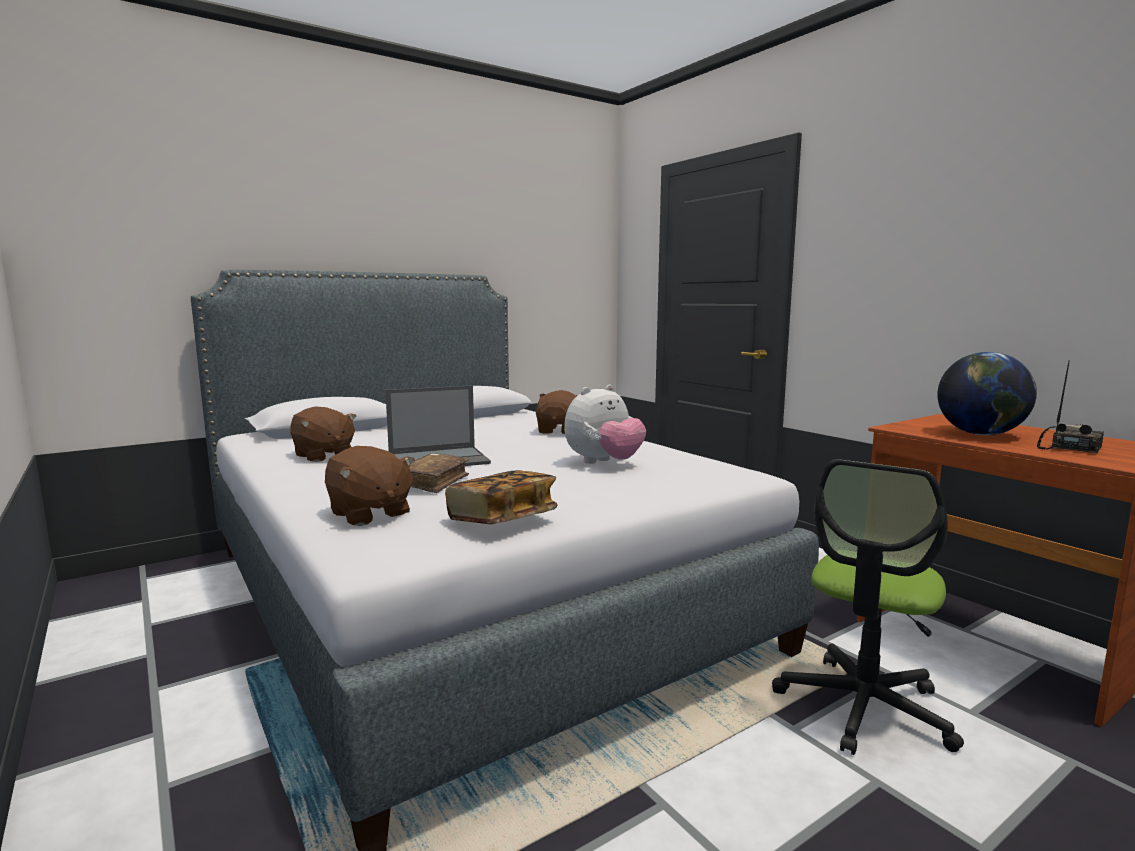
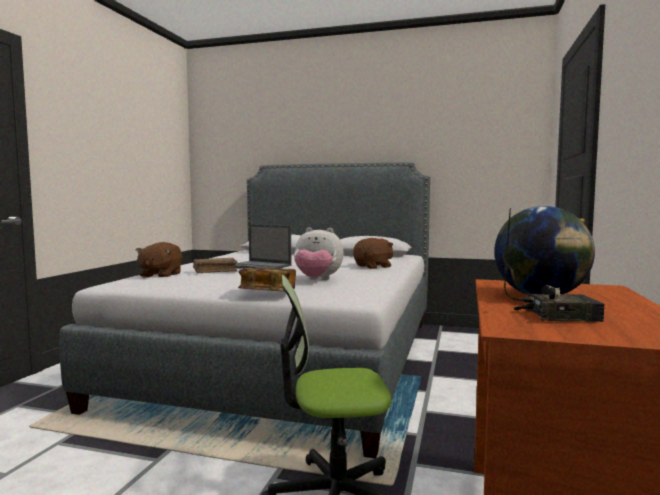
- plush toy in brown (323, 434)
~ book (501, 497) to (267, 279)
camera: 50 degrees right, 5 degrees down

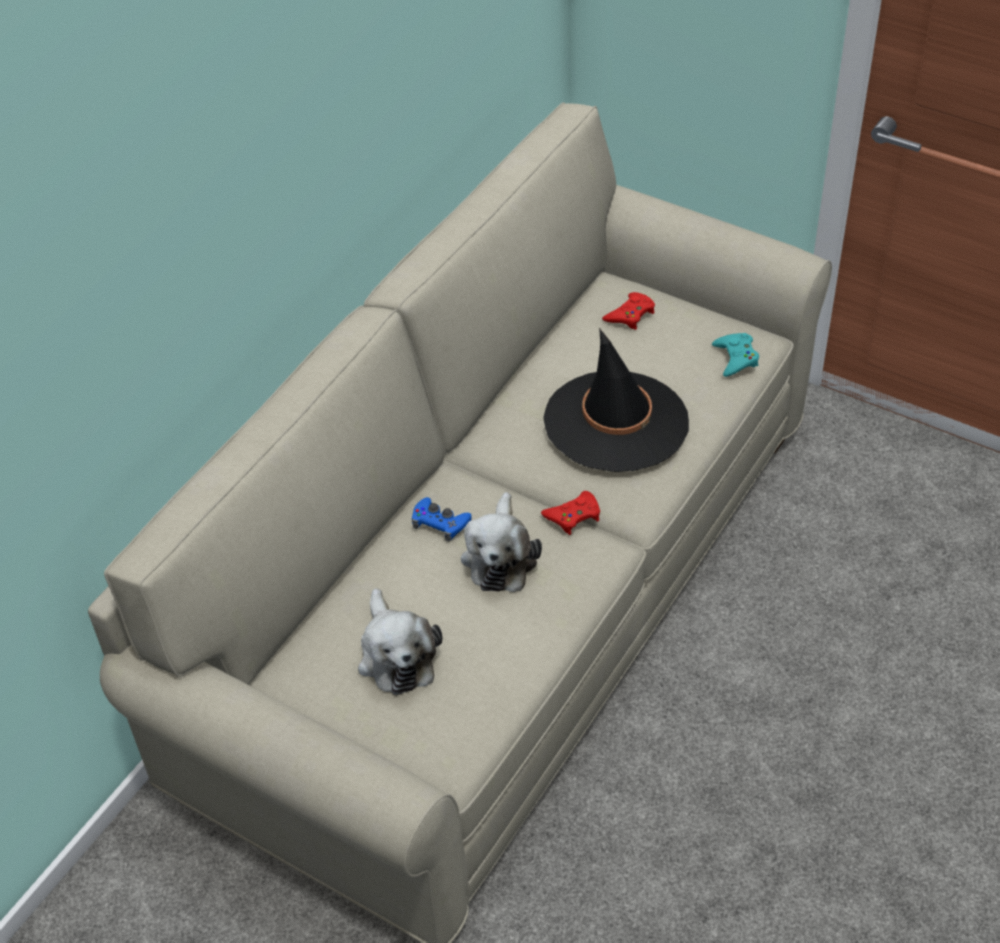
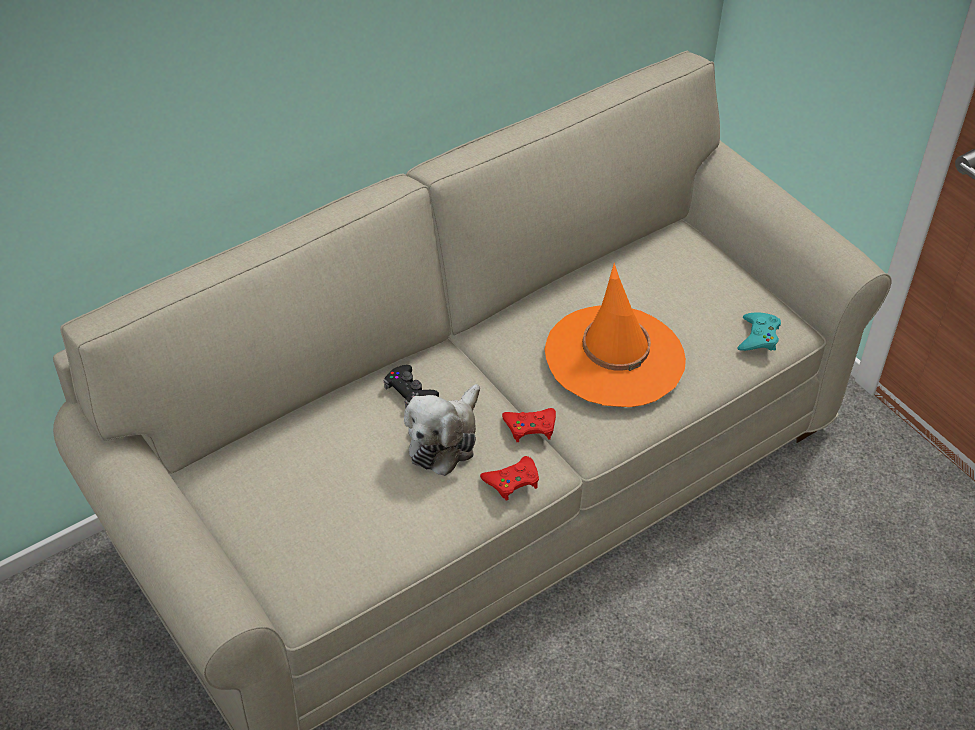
- plush toy (400, 641)
~ game controller in red (628, 311) to (509, 478)
~ game controller in blue (442, 519) to game controller in black (411, 386)
~ hat in black (616, 400) to hat in orange (615, 335)
camera: 20 degrees right, 0 degrees up

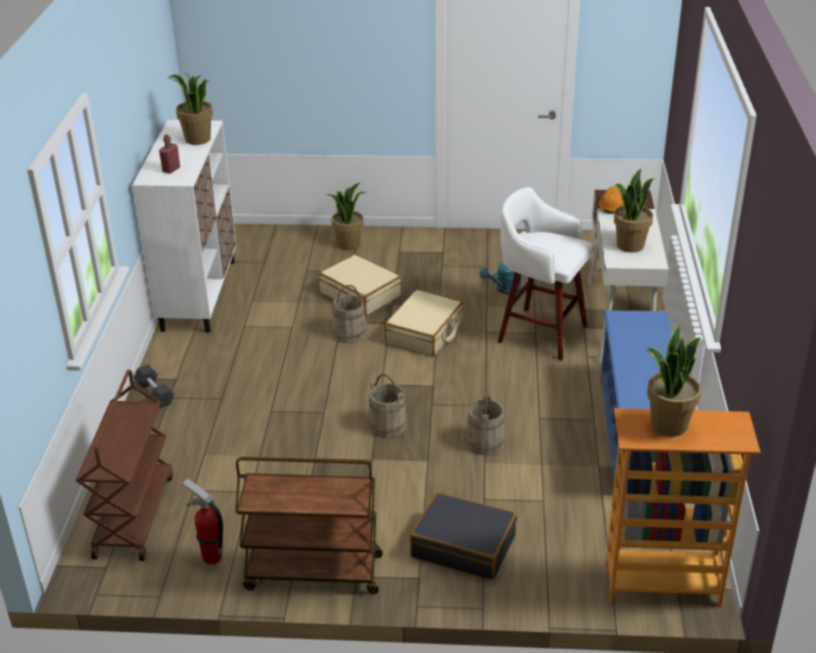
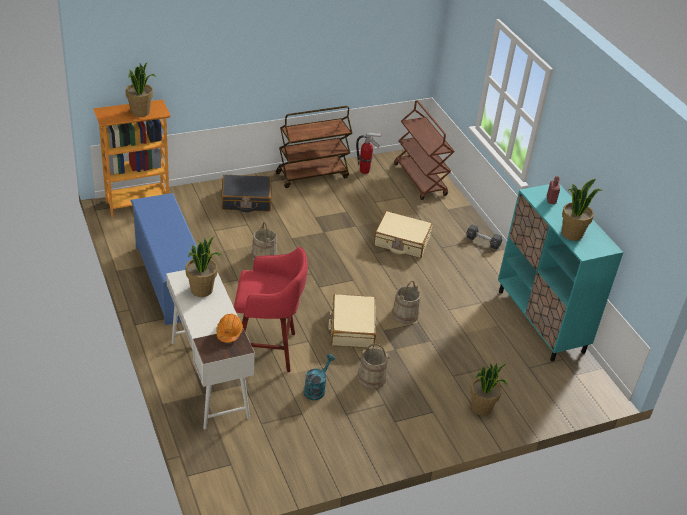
~ suitcase in beige (360, 285) to (403, 234)
~ bucket in beige (387, 406) to (374, 366)
~ cabinet in white (184, 226) to cabinet in turquoise (561, 273)
~ stool in white (546, 274) to stool in red (271, 309)
camera: 150 degrees right, 5 degrees up

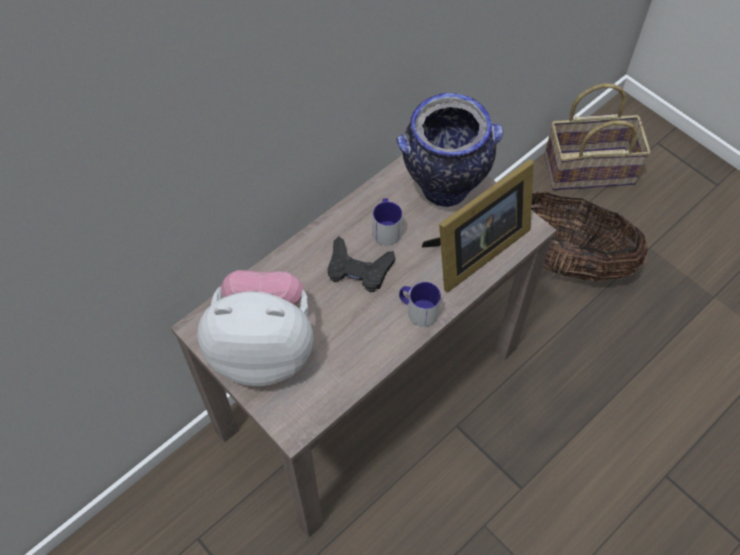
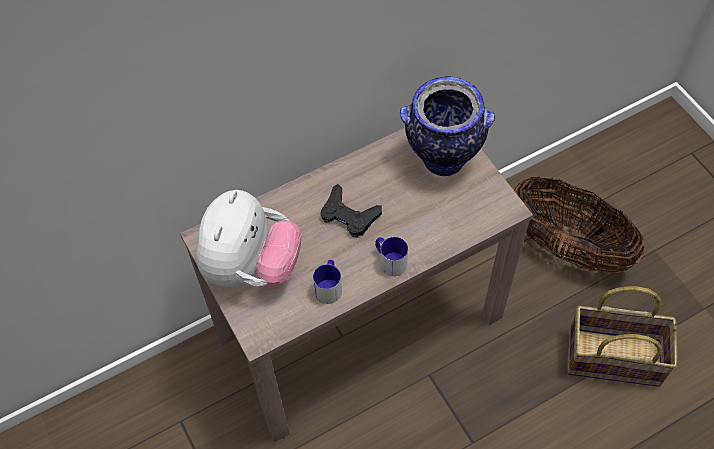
- picture frame (477, 225)
~ mug (388, 222) to (327, 282)
~ basket (597, 136) to (622, 336)
~ plush toy (255, 328) = (249, 238) 90 degrees clockwise
camera: 15 degrees right, 0 degrees up

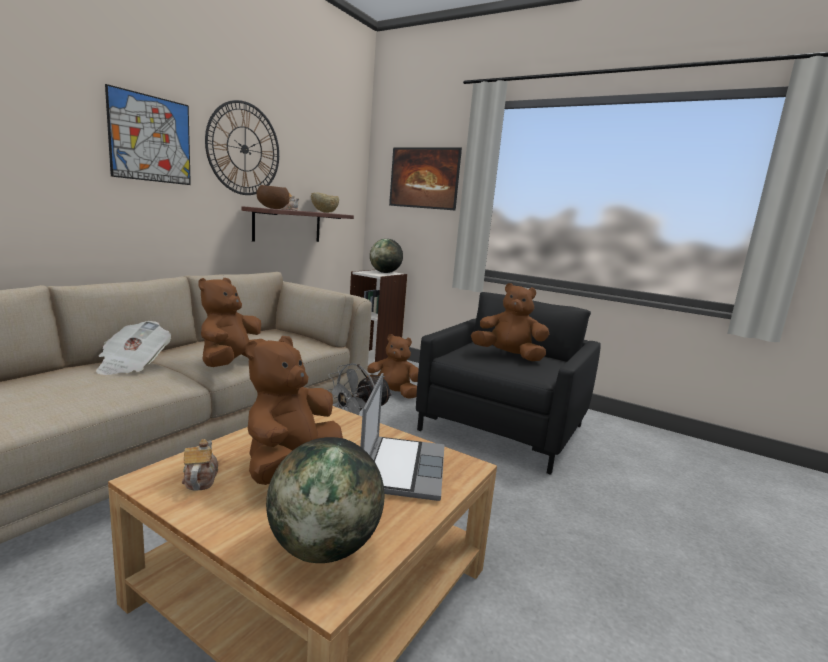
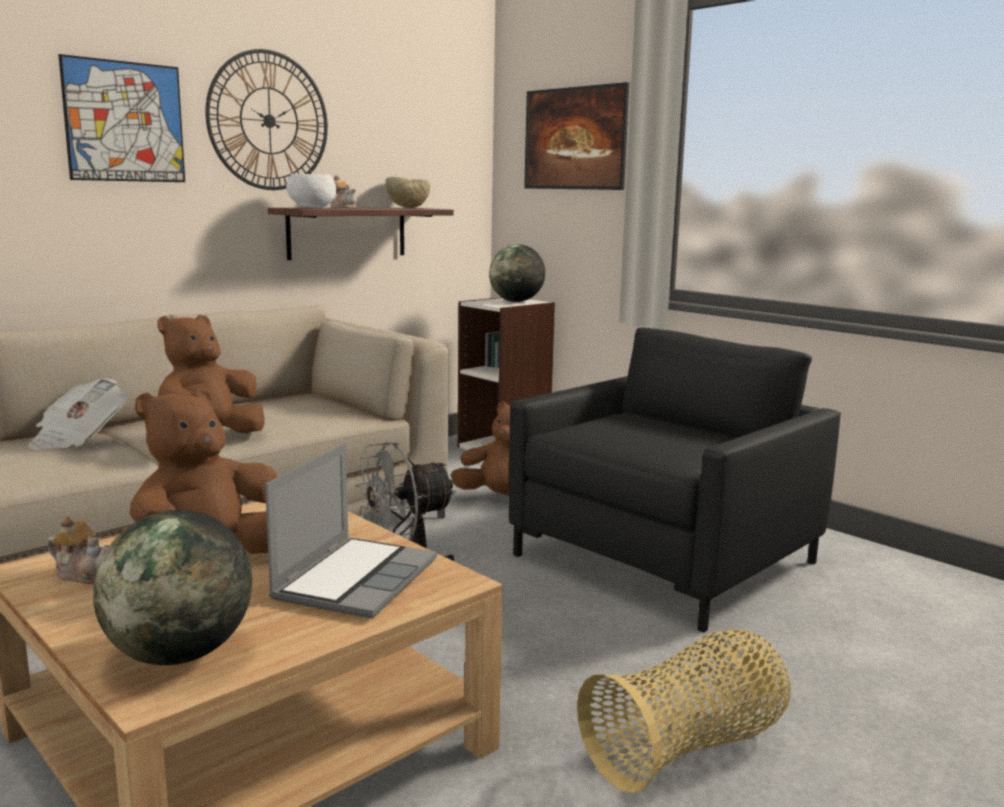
- plush toy in brown (510, 322)
+ basket (684, 711)
~ bowl in brown (273, 197) to bowl in white (311, 190)
~ teapot (200, 465) = (78, 550) 105 degrees clockwise
camera: 15 degrees right, 0 degrees up

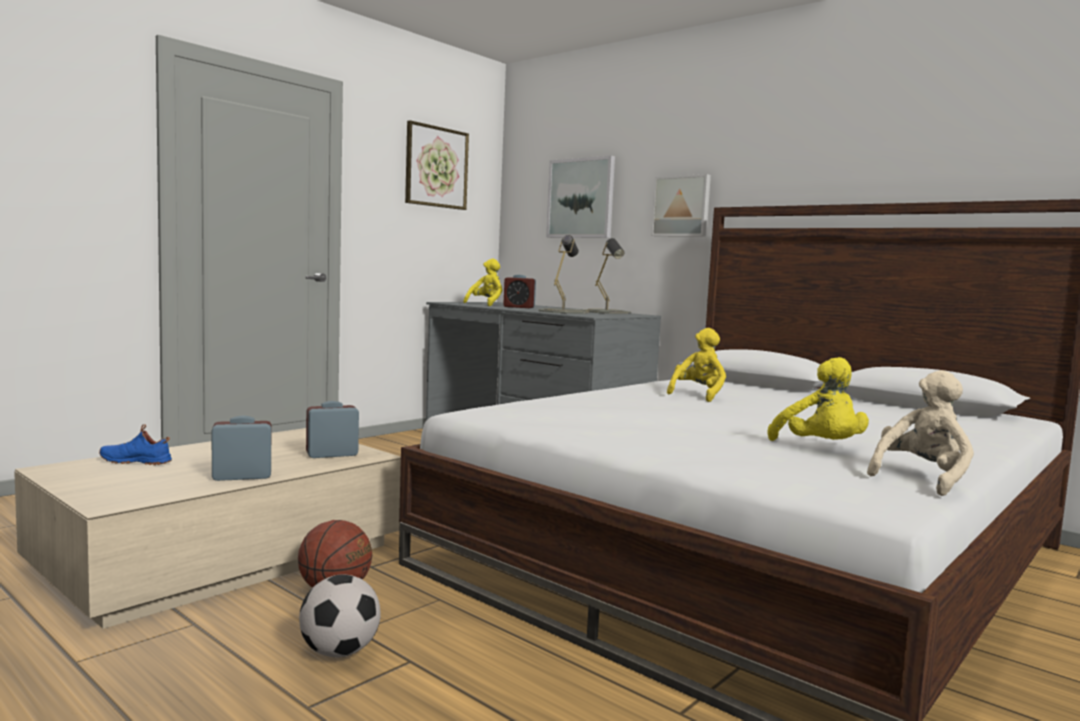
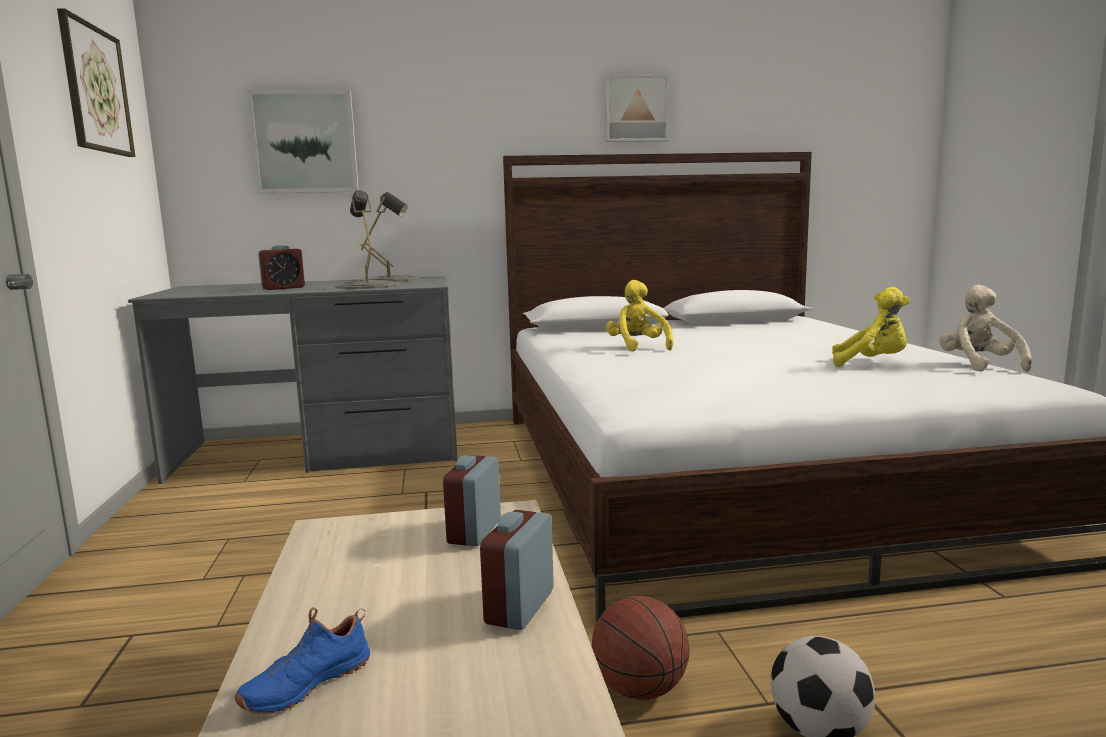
- plush toy in yellow (482, 282)
~ picture (681, 205) to (637, 108)
camera: 50 degrees left, 5 degrees up

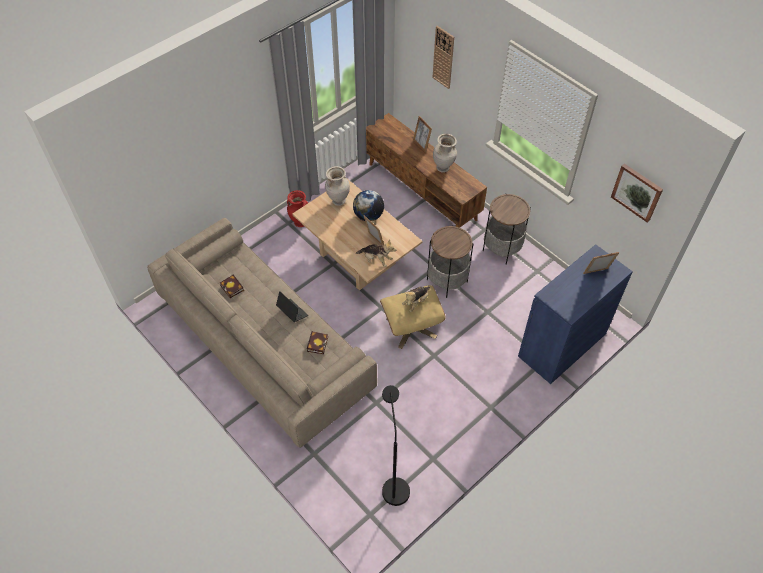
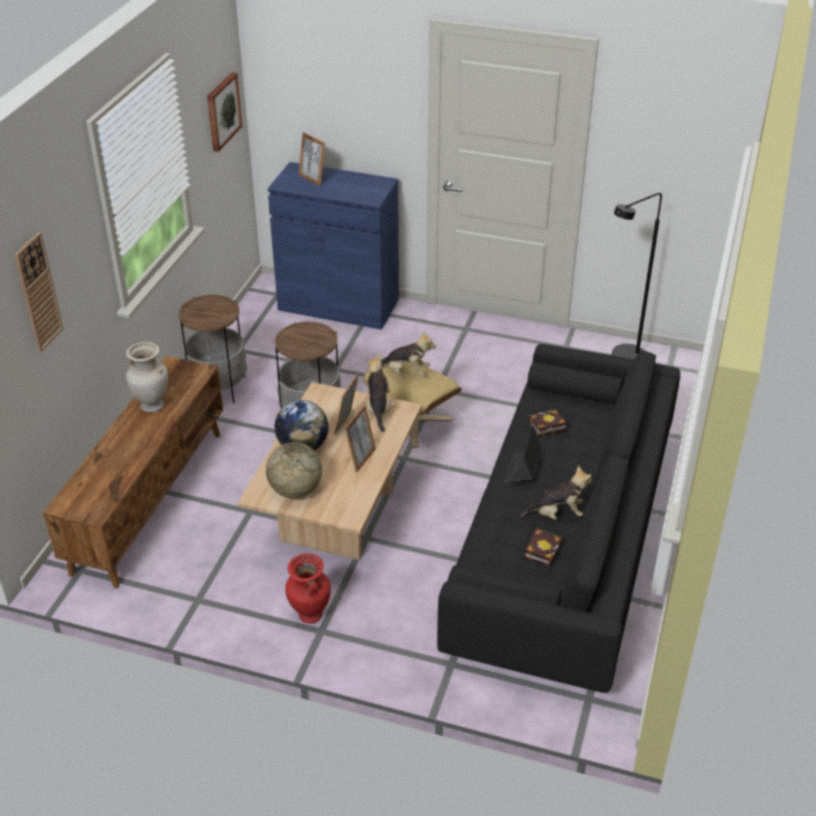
+ plush toy (555, 492)
~ picture frame (422, 134) to (360, 438)
~ vase in beige (337, 186) to globe (294, 470)
~ sofa in beige (262, 333) to sofa in black (558, 518)
camera: 120 degrees left, 15 degrees down

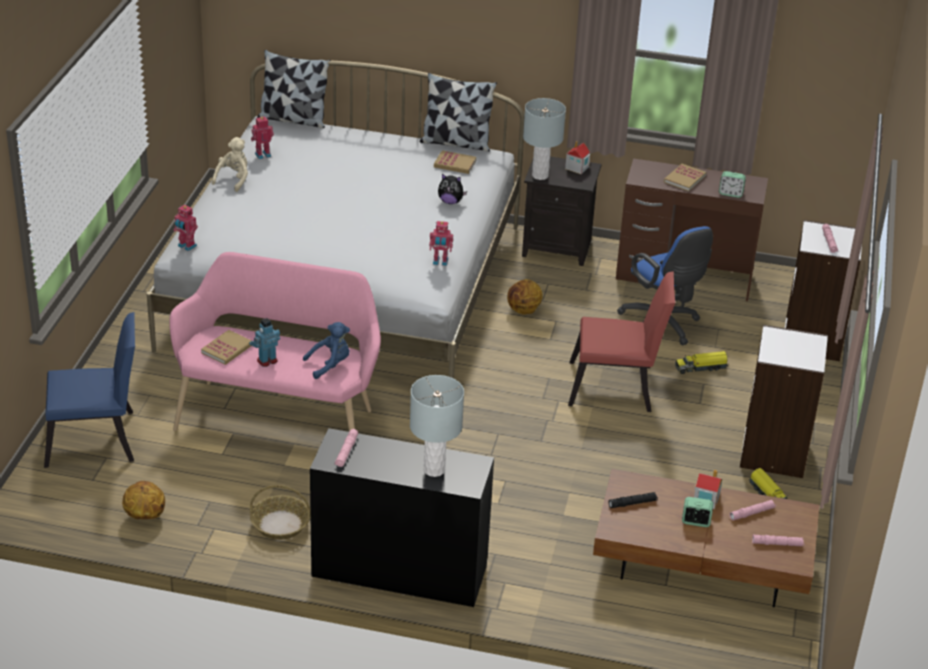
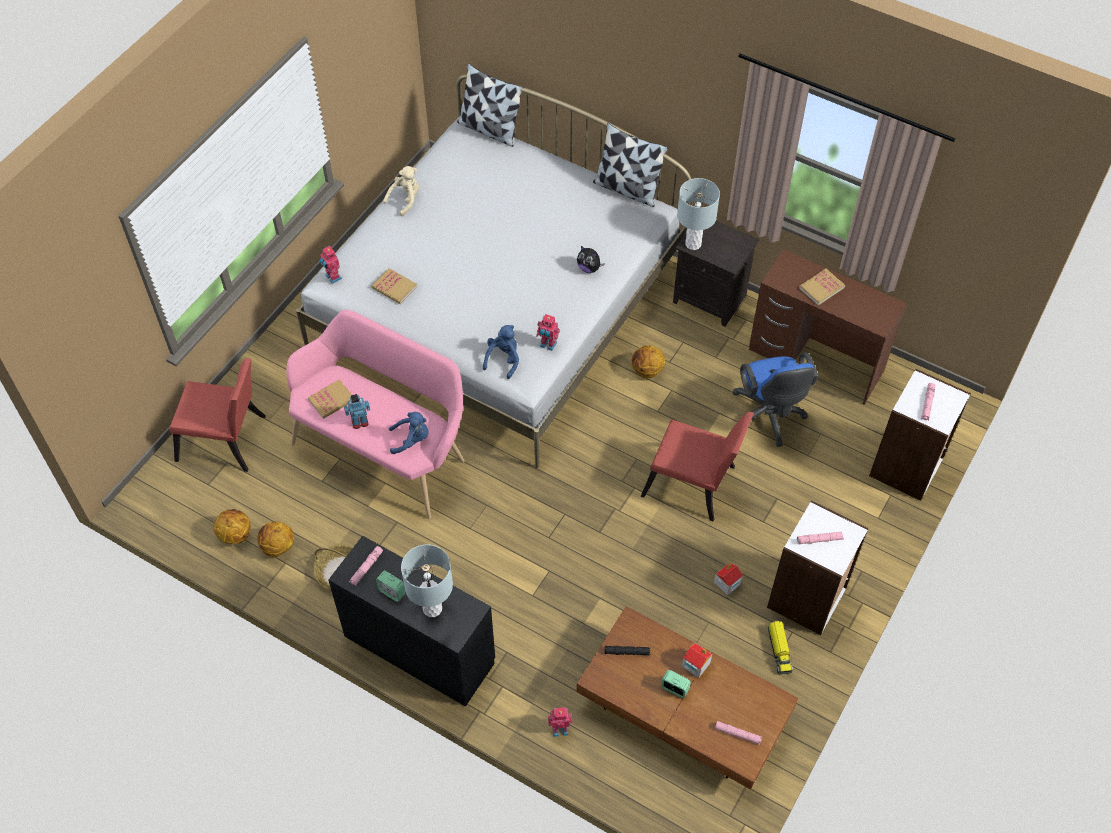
- toy truck (702, 362)
+ basketball (275, 539)
+ plush toy in blue (501, 352)
~ toy robot (262, 138) to (560, 722)
~ book (455, 162) to (394, 286)
~ toy house (578, 157) to (728, 579)
~ alarm clock (732, 184) to (391, 586)
~ flashlight in pink (752, 510) to (820, 537)
~ chair in blue (89, 390) to chair in red (217, 415)
camera: 20 degrees right, 20 degrees up

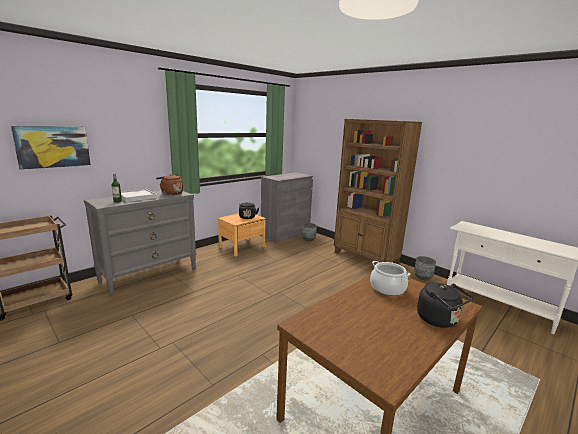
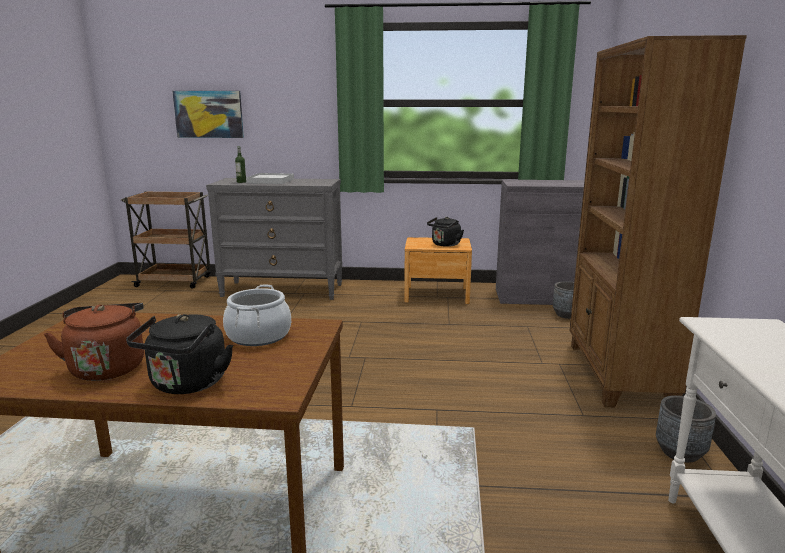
~ kettle in brown (169, 184) to (94, 342)
camera: 50 degrees right, 0 degrees up

